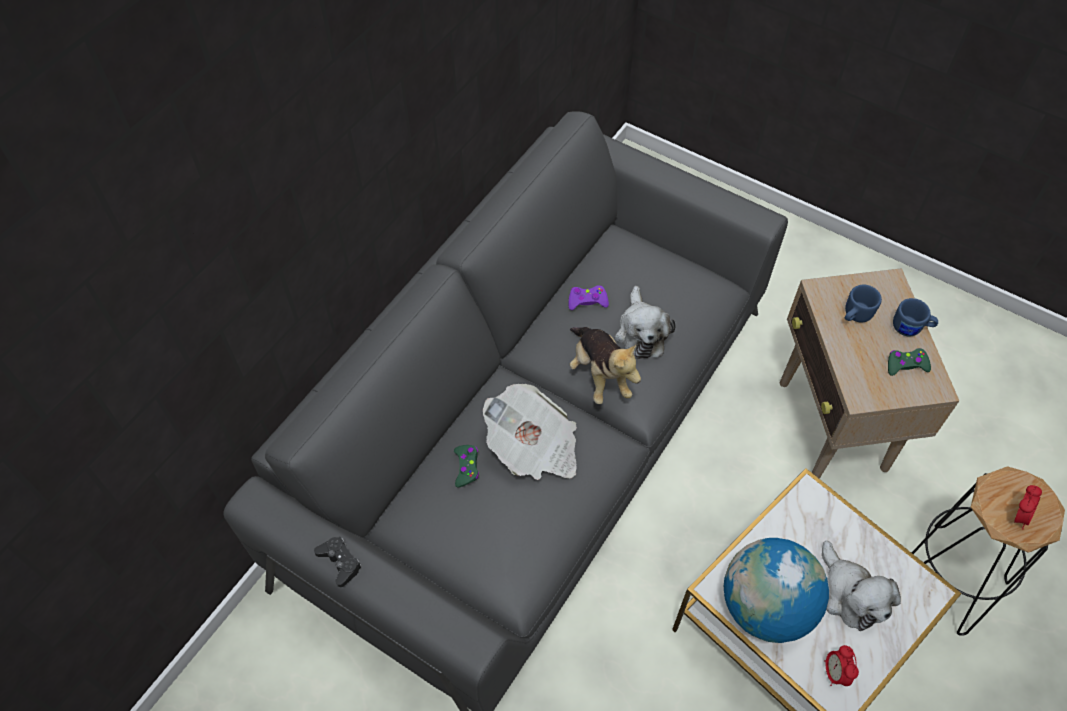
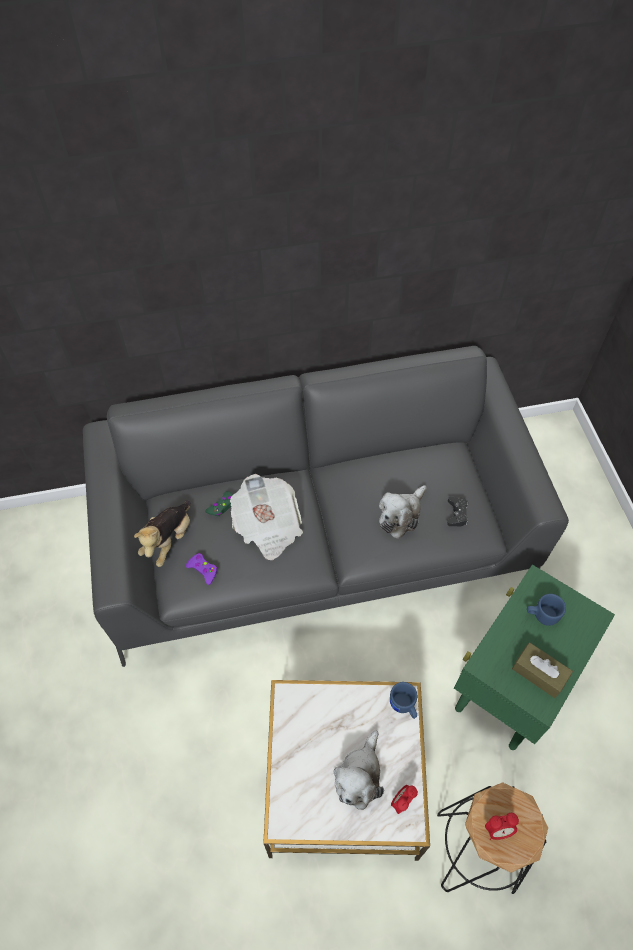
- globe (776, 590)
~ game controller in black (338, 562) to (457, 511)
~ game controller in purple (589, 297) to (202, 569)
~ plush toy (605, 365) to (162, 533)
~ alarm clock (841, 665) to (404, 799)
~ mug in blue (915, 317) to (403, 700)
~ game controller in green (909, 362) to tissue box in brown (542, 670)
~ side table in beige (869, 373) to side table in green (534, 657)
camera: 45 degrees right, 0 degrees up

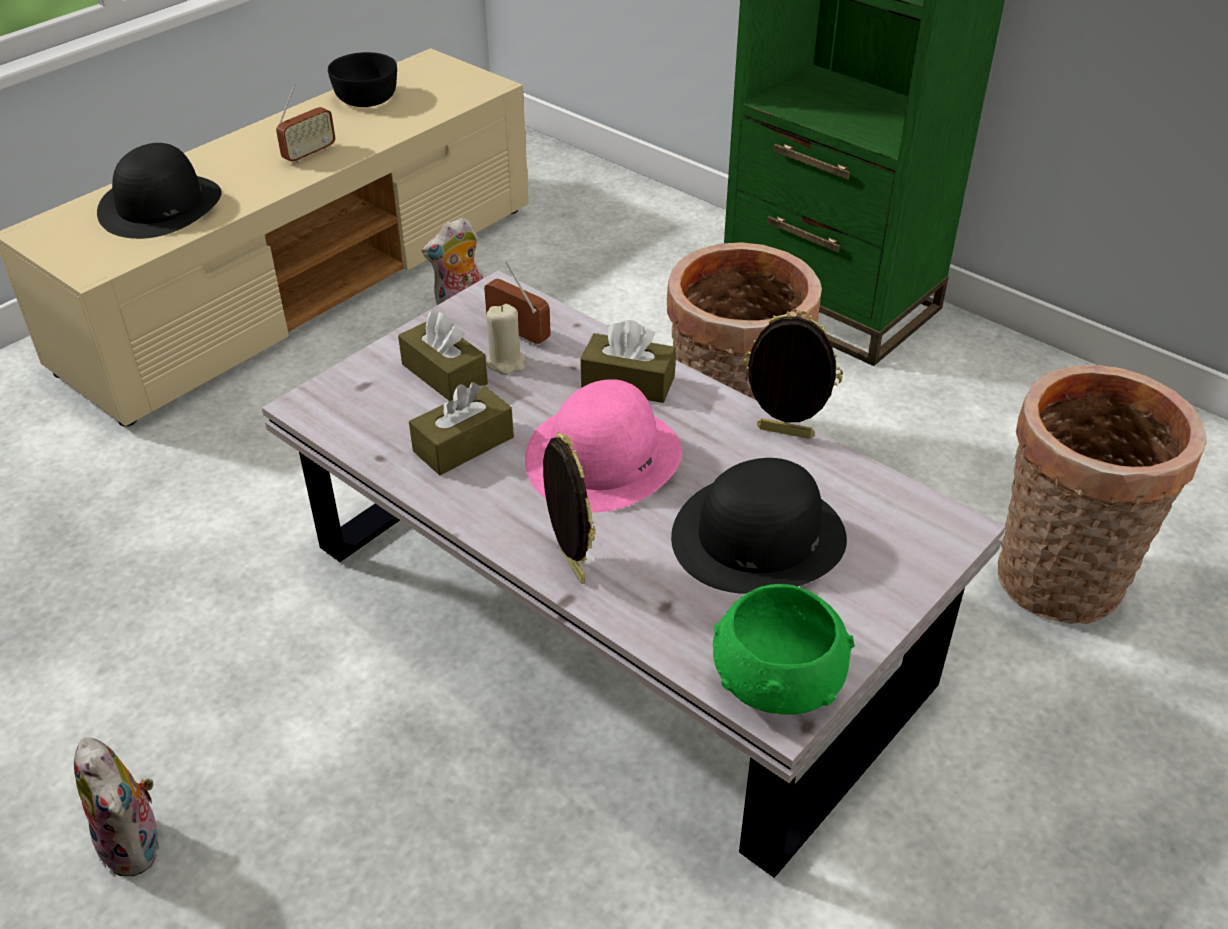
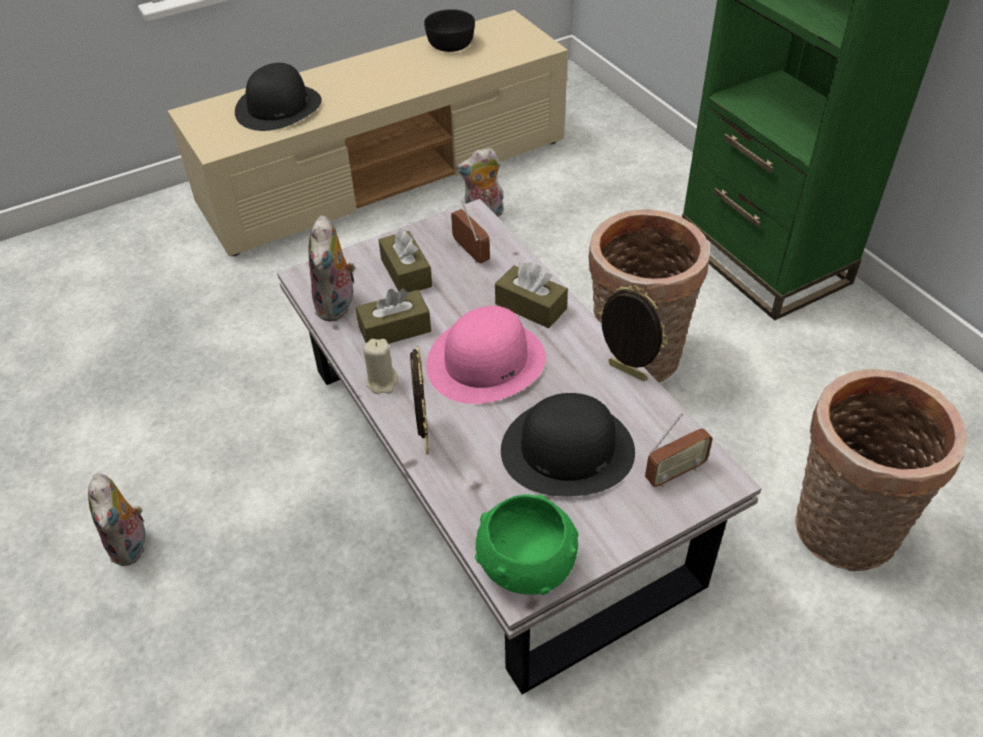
+ plush toy (332, 268)
~ radio (306, 124) to (679, 450)
~ candle in beige (505, 339) to (380, 366)
camera: 20 degrees right, 5 degrees up

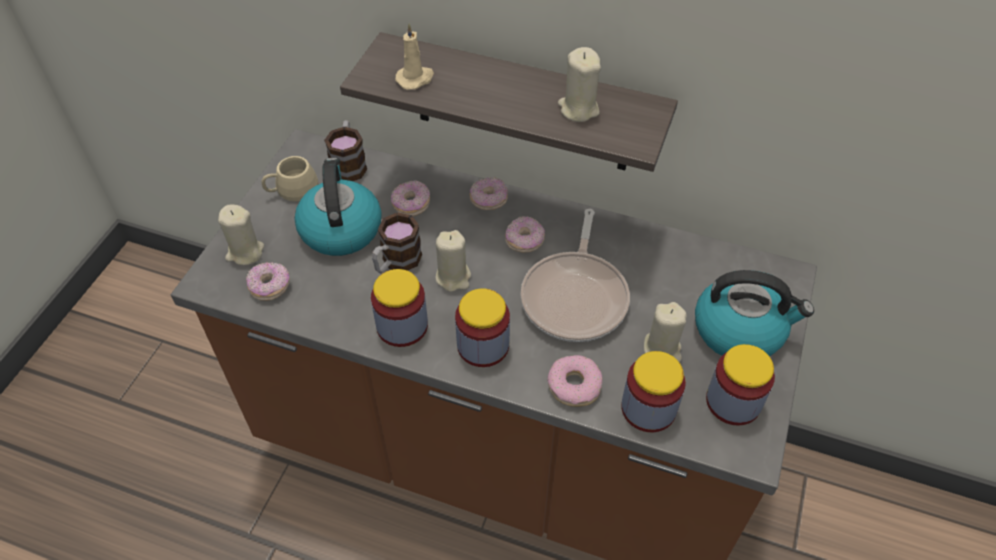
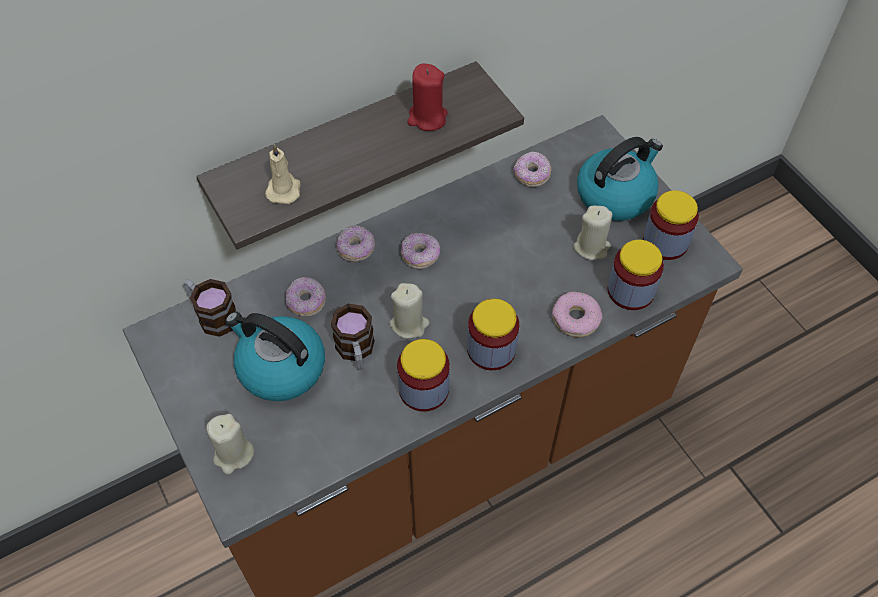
- mug in beige (290, 178)
- frying pan (575, 275)
~ donut (268, 281) to (532, 169)
~ candle in beige (579, 84) to candle in red (427, 97)
camera: 50 degrees left, 5 degrees up

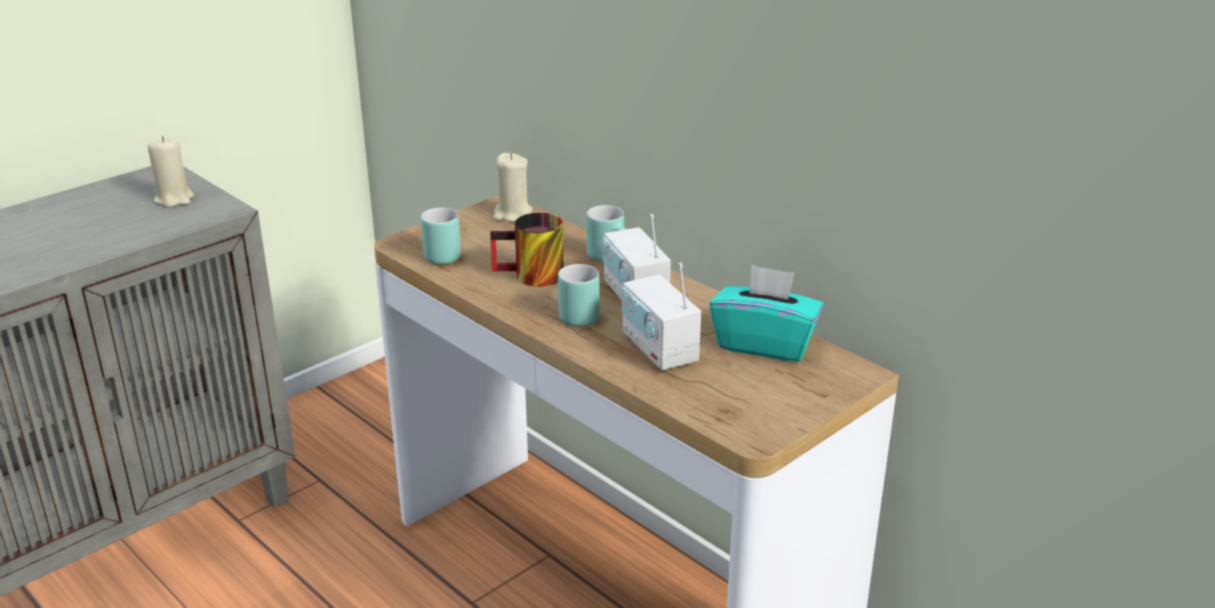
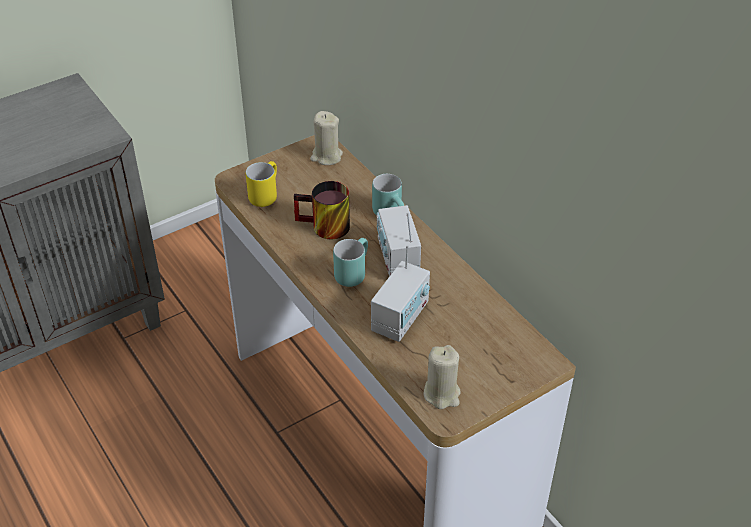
- tissue box in turquoise (766, 313)
~ candle in beige (171, 171) to (442, 377)
~ mug in turquoise (441, 236) to mug in yellow (261, 184)
~ radio (661, 316) = (400, 293) 135 degrees counterclockwise
camera: 10 degrees right, 15 degrees up

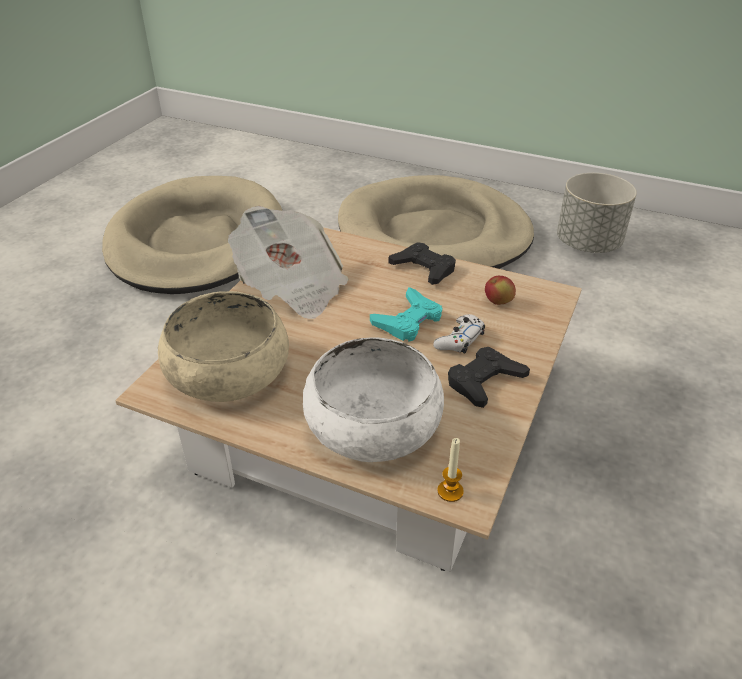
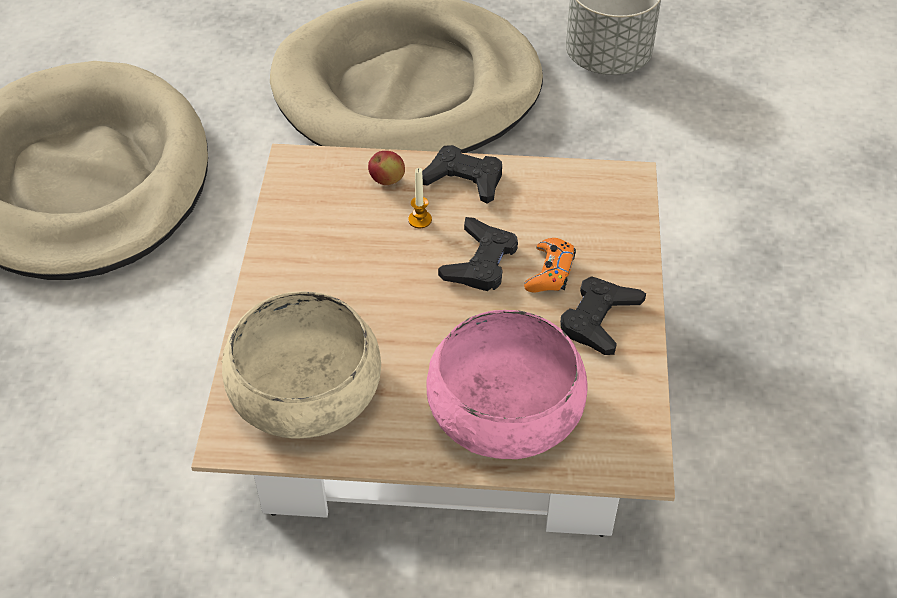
- newspaper (288, 262)
~ candle (450, 470) to (420, 198)
~ apple (500, 290) to (386, 168)
~ bowl in white (373, 400) to bowl in pink (507, 384)
~ game controller in turquoise (406, 314) to game controller in black (478, 254)
~ game controller in white (459, 334) to game controller in orange (550, 265)
camera: 20 degrees left, 10 degrees up

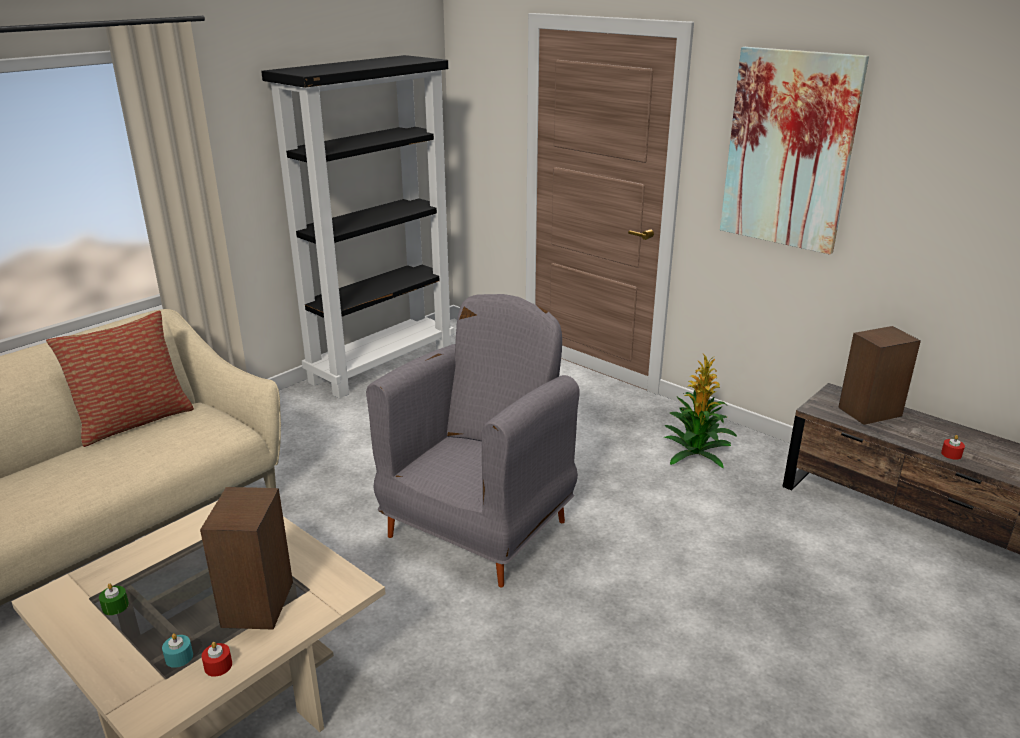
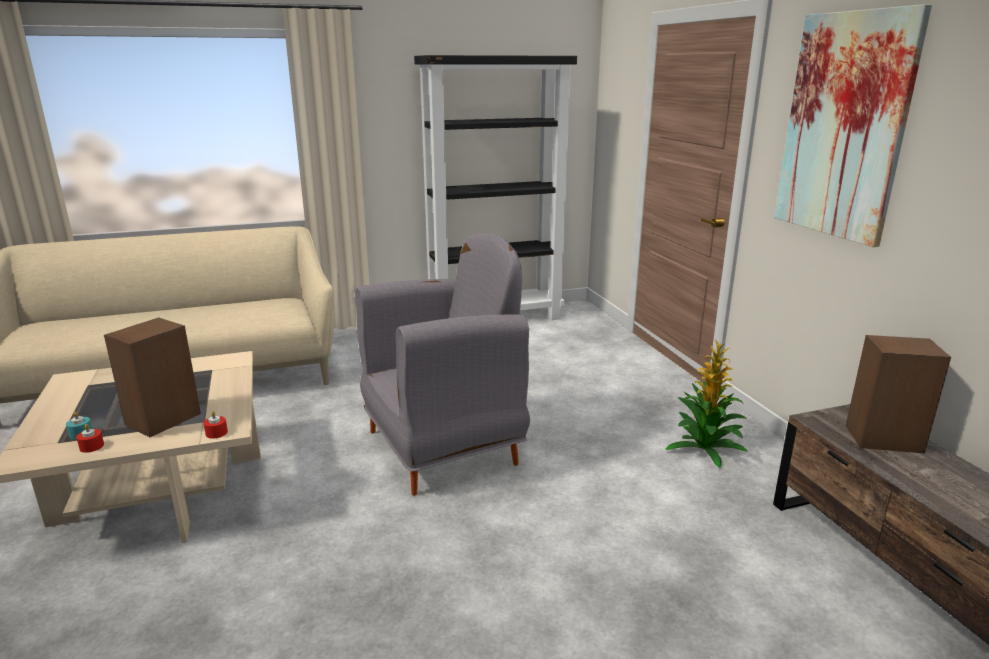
- pillow (120, 379)
- candle in green (114, 599)
~ candle in red (953, 447) to (215, 425)
camera: 30 degrees right, 5 degrees down

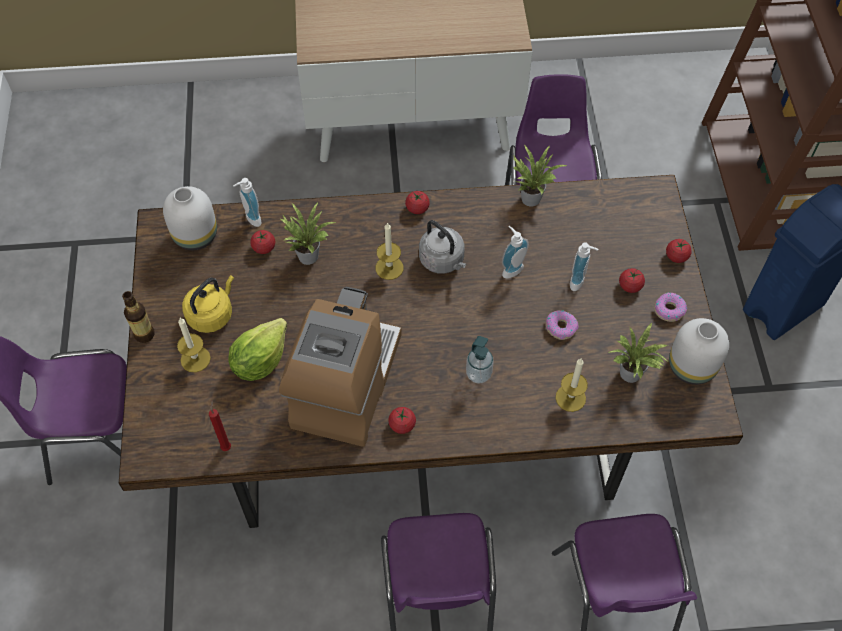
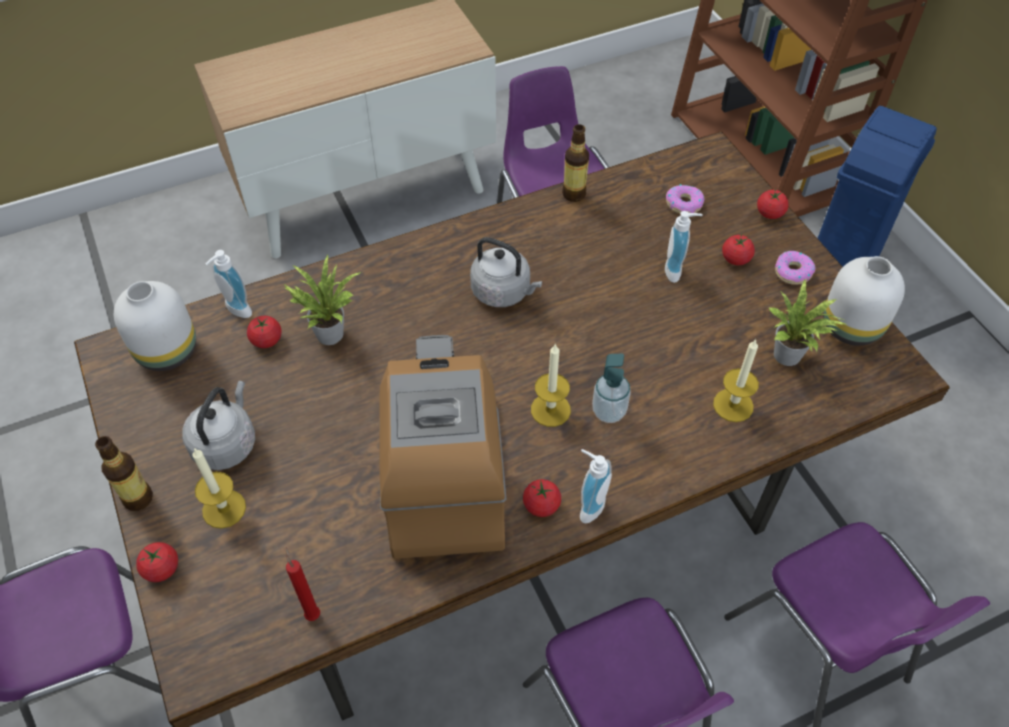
- lettuce (257, 349)
~ candle (389, 251) to (551, 385)
~ tomato (417, 202) to (157, 562)
~ soap dispenser (515, 252) to (596, 486)
~ donut (562, 325) to (685, 199)
~ potted plant (540, 176) to bottle (575, 163)
~ kettle in yellow (208, 304) to kettle in grey (218, 425)
camera: 20 degrees left, 5 degrees down

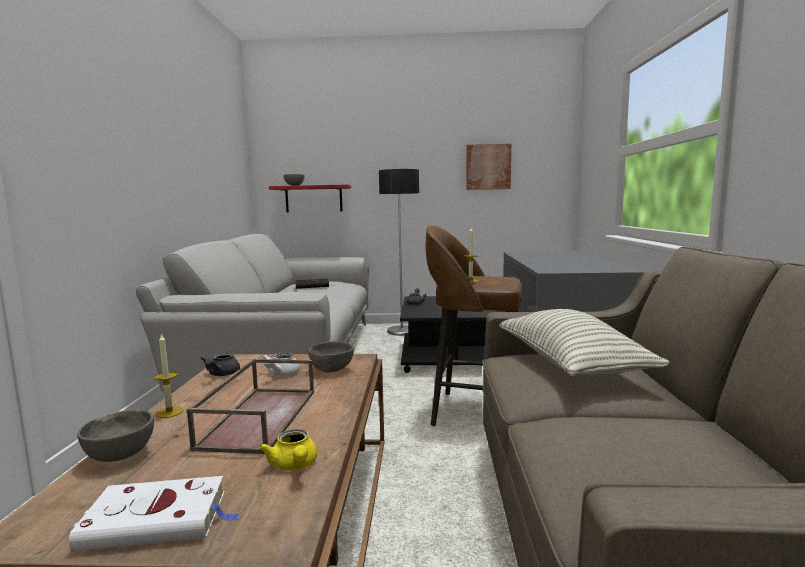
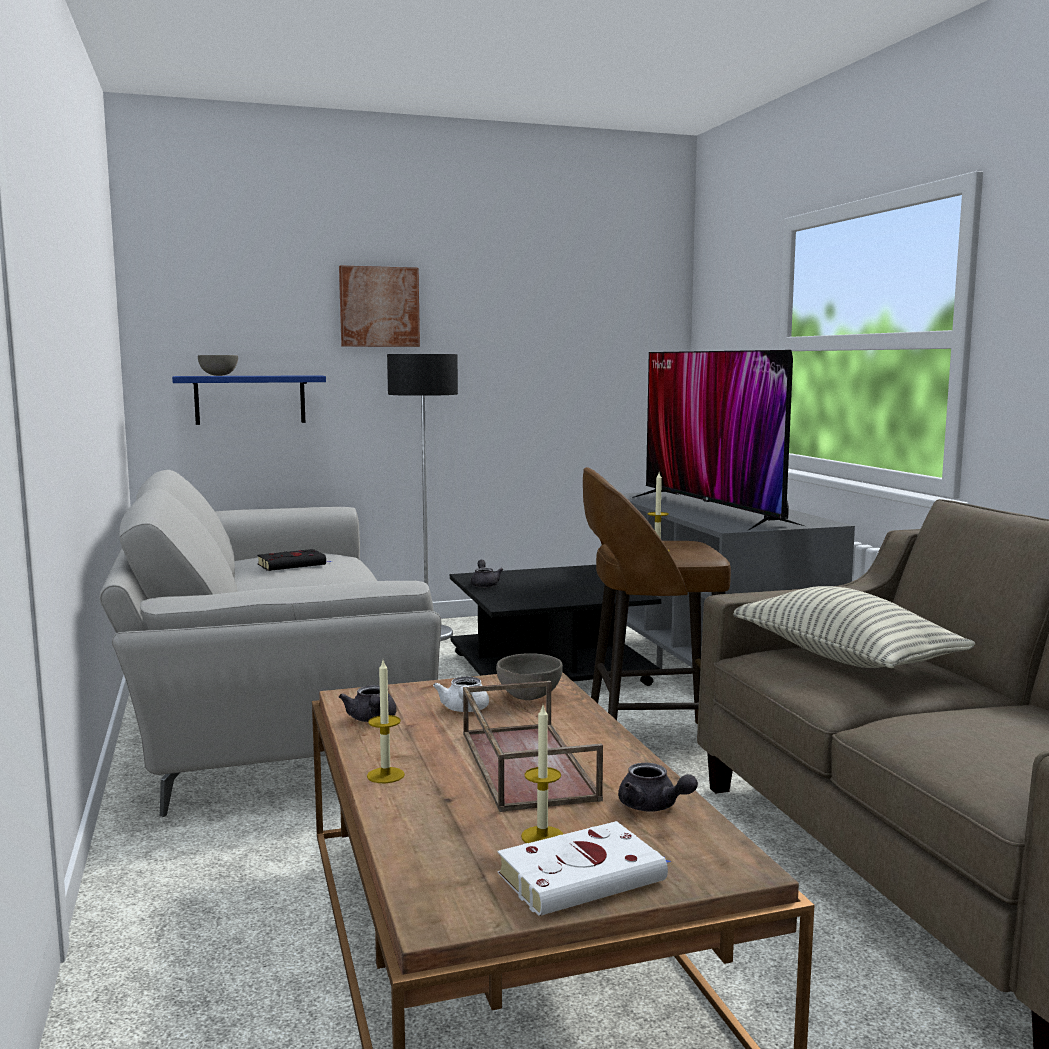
- bowl in grey (115, 436)
+ candle (542, 774)
+ television (718, 440)
~ picture (488, 167) to (379, 306)
~ teapot in yellow (288, 449) to teapot in grey (658, 787)
~ shelf in red (310, 198) to shelf in blue (249, 400)
camera: 20 degrees left, 0 degrees up

